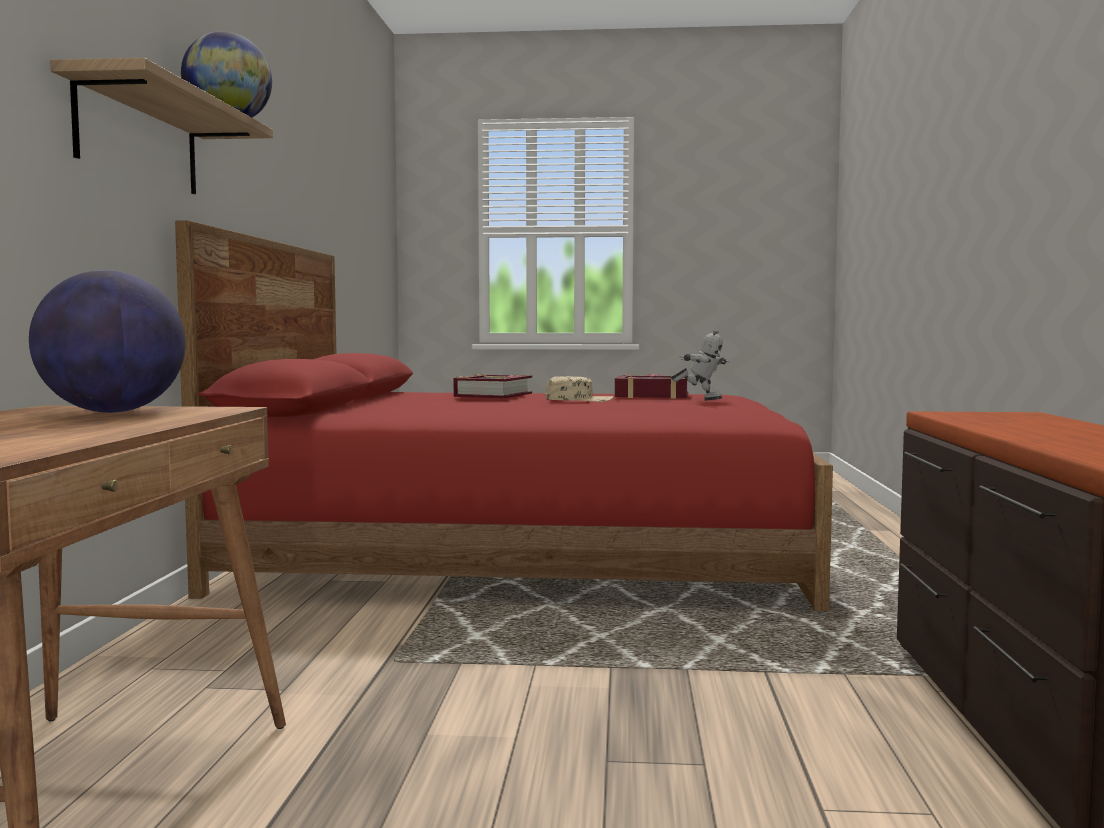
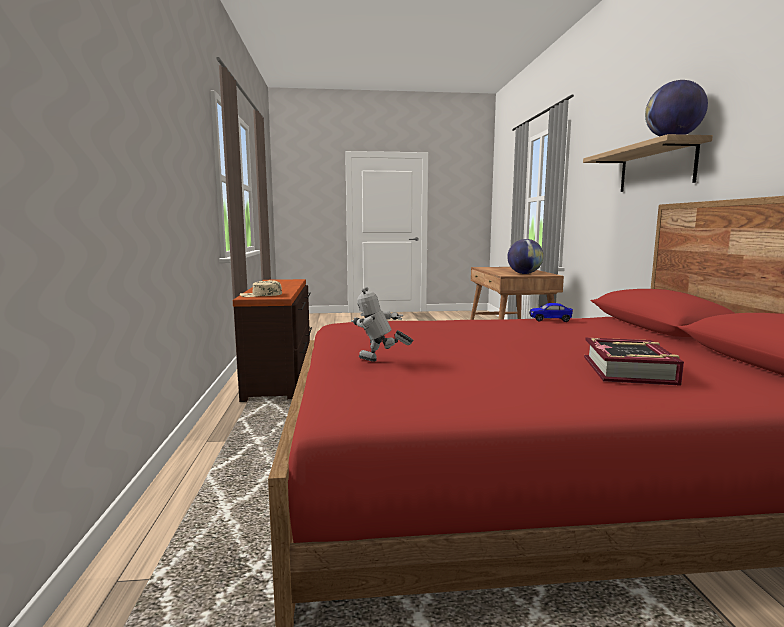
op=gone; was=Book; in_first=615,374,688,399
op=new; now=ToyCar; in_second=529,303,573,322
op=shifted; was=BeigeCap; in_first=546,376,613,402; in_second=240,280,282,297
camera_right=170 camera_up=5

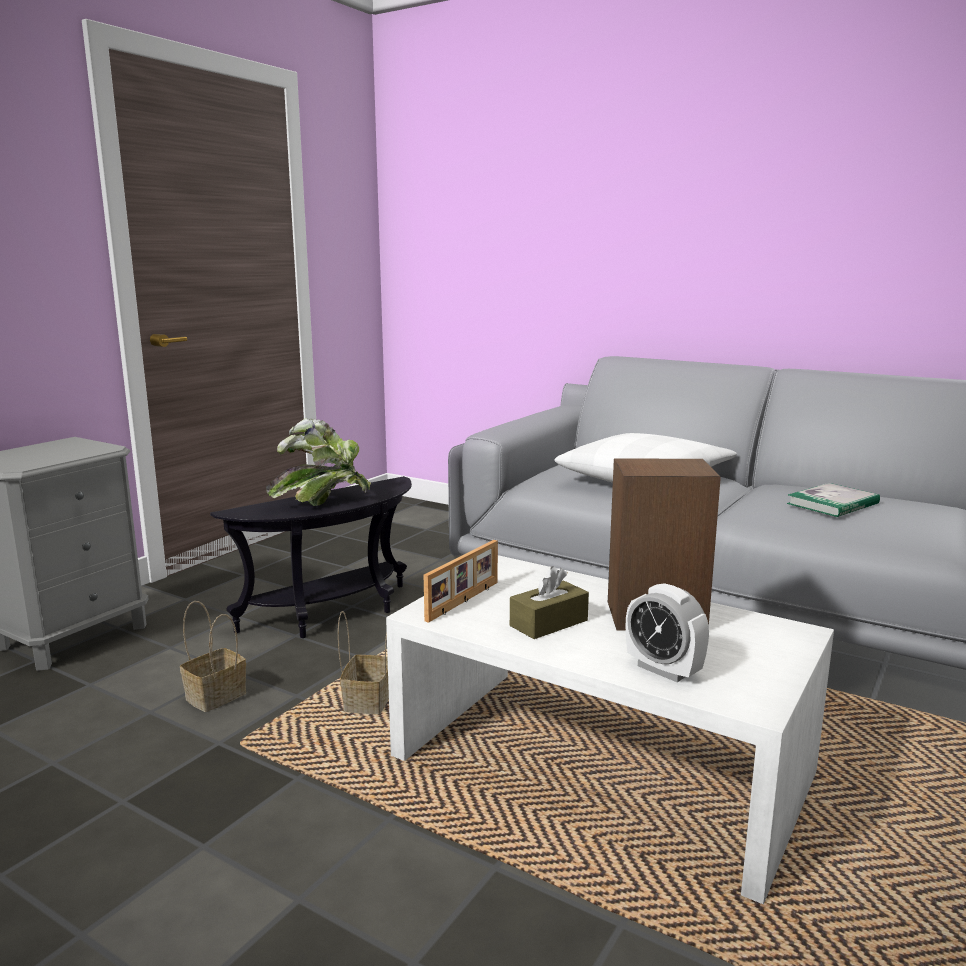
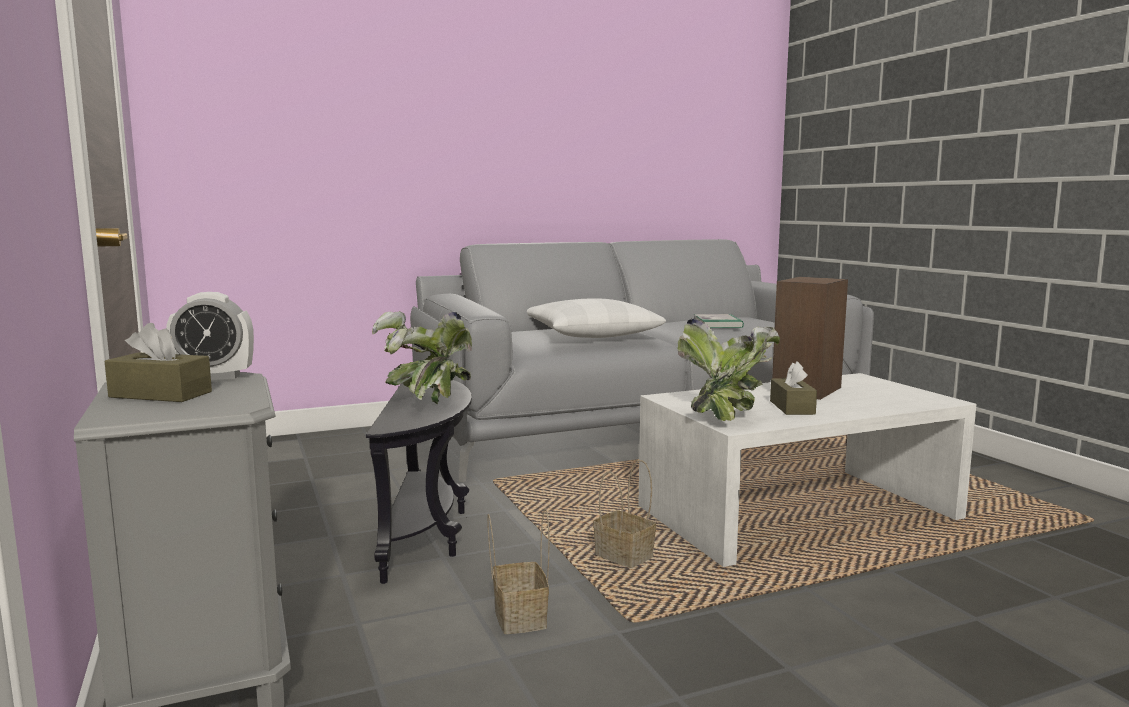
op=new; now=BrownTissueBox; in_second=104,323,212,402
op=shifted; was=AlarmClock; in_first=626,583,709,682; in_second=166,292,254,380
op=swapped; was=PictureFrame; now=PottedPlant; in_first=424,540,498,623; in_second=678,319,780,421
camera_right=-55 camera_up=-5

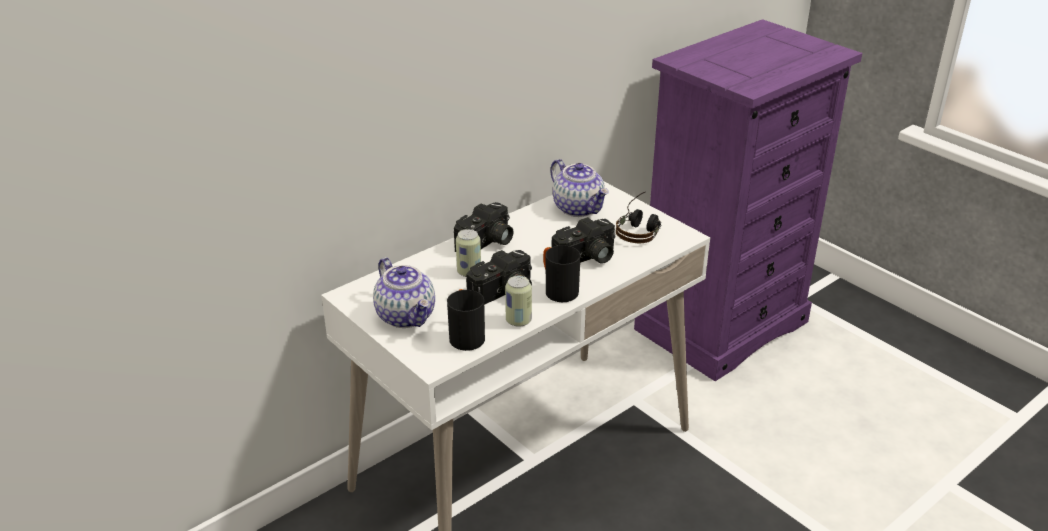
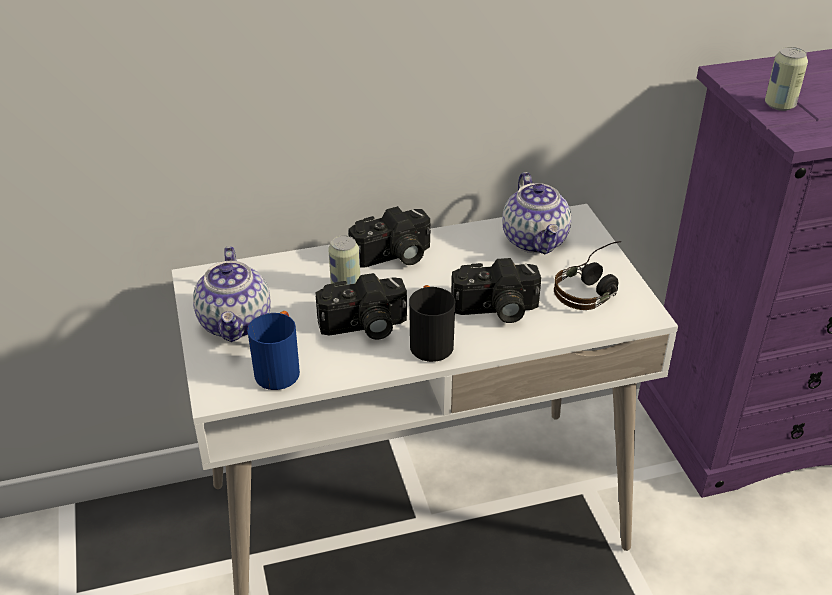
op=shifted; was=Can; in_first=505,276,532,327; in_second=765,47,808,111
op=repainted; was=BlackMug; now=BlueMug; in_first=447,289,485,351; in_second=247,311,300,390
camera_right=25 camera_up=5

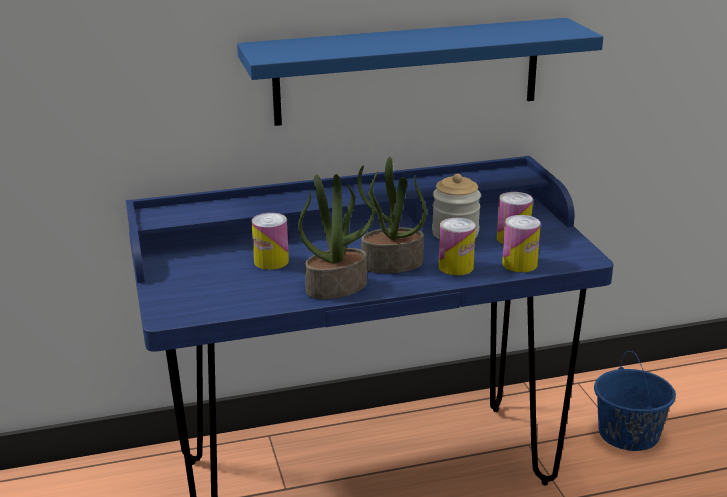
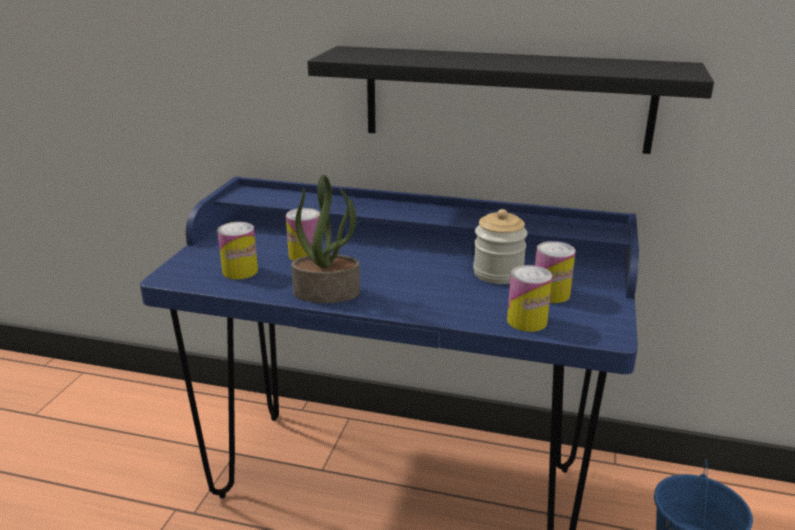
op=gone; was=PottedPlant; in_first=357,157,427,274
op=shifted; was=Can; in_first=439,218,476,276; in_second=217,222,258,279
op=repainted; was=BlueShelf; now=BlackShelf; in_first=237,18,603,126; in_second=307,46,714,154
camera_right=30 camera_up=0

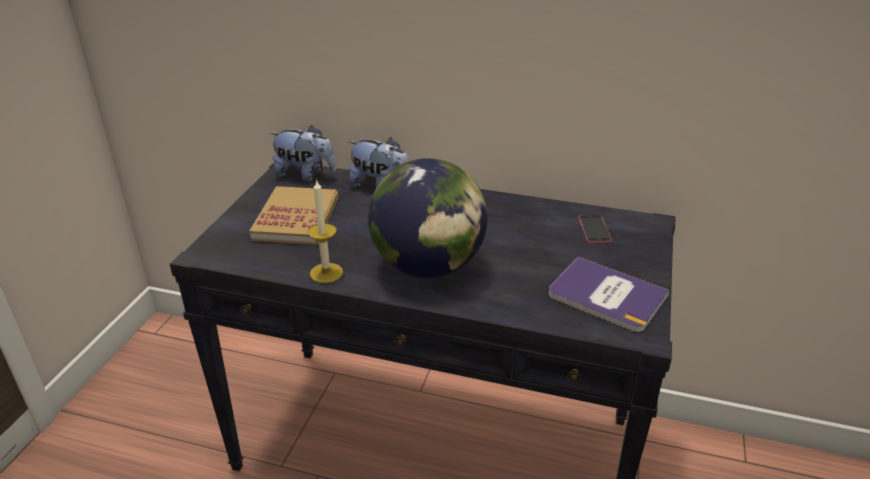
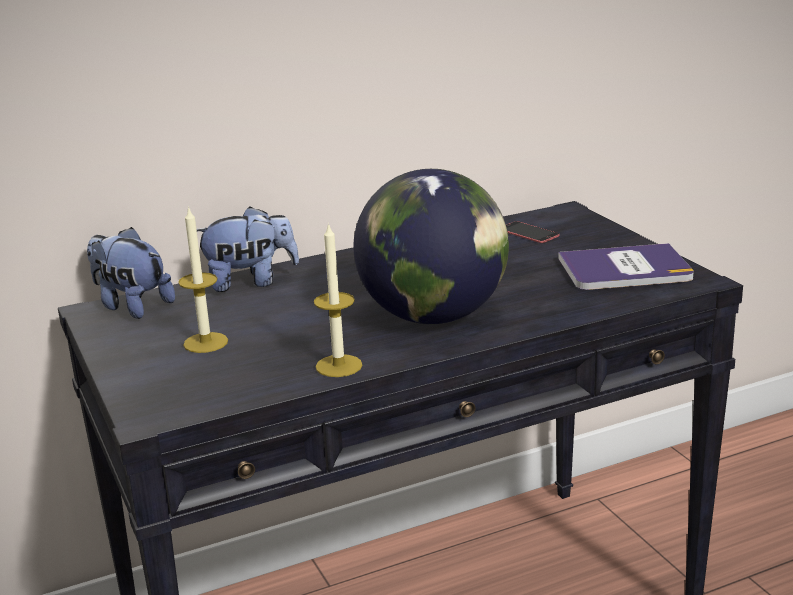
op=swapped; was=Book; now=Candle; in_first=249,186,339,245; in_second=178,206,228,353
op=rotated; was=PlushToy; in_first=270,125,336,181; in_second=87,227,175,319; clockwise=-120
camera_right=-40 camera_up=-10

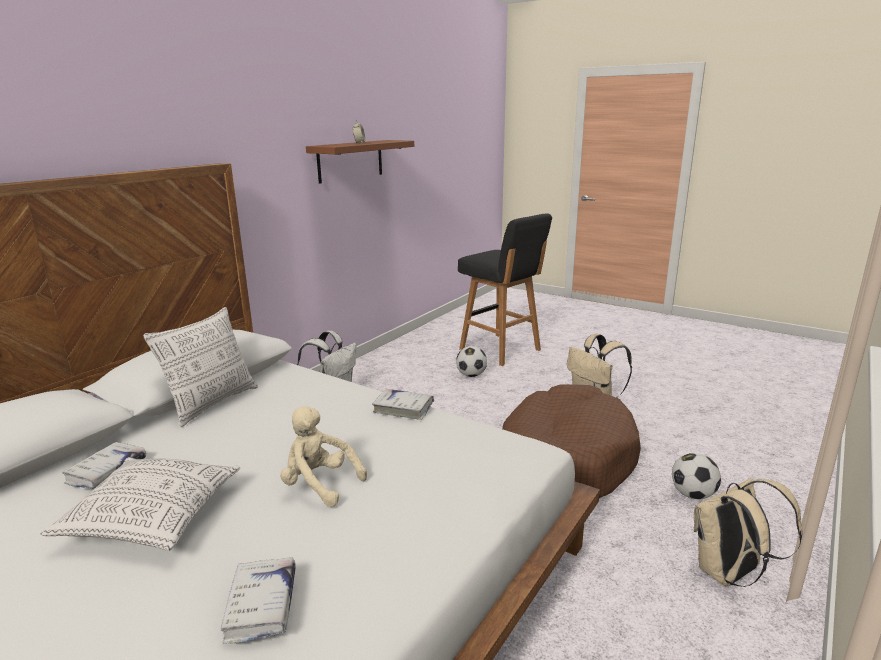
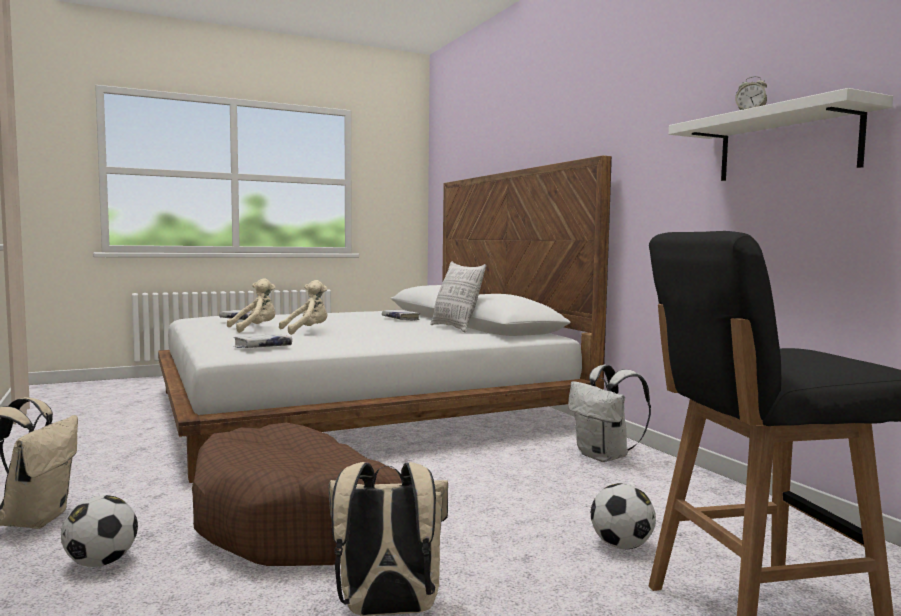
op=gone; was=Pillow; in_first=41,457,240,551
op=new; now=BeigePlushToy; in_second=227,278,276,333
op=shifted; was=WhiteBook; in_first=372,389,434,420; in_second=234,334,292,348
op=repainted; was=BrownShelf; now=WhiteShelf; in_first=306,140,414,184; in_second=669,88,893,181
camera_right=120 camera_up=-15

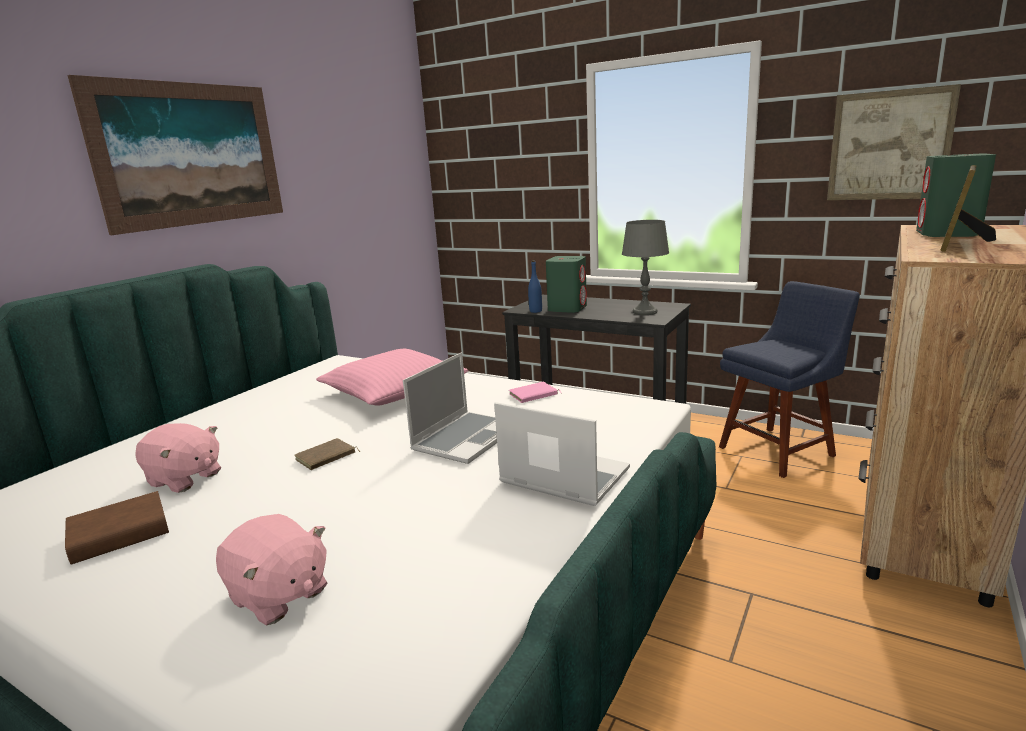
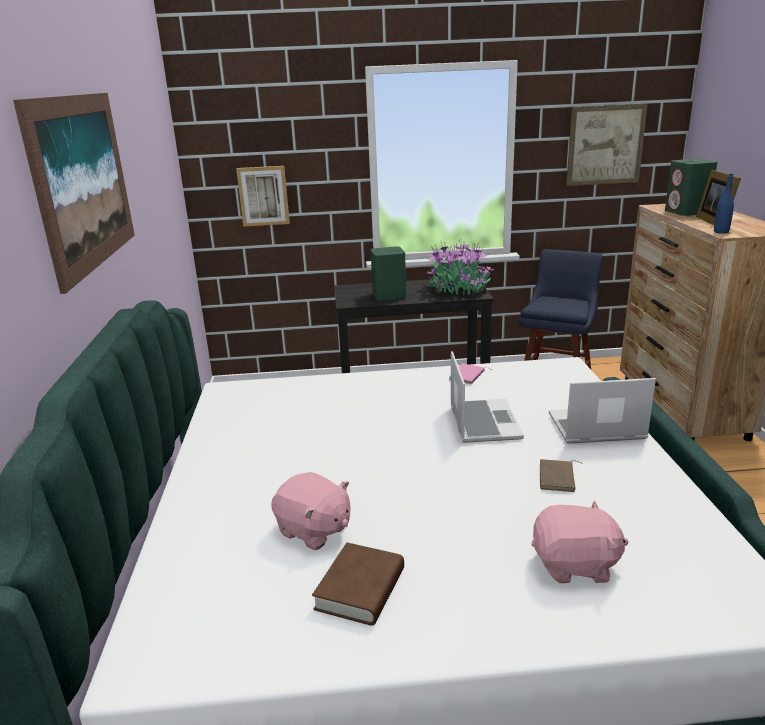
op=gone; was=PinkPillow; in_first=316,349,468,406
op=new; now=Picture; in_second=236,166,290,227
op=shifted; was=BrownBook; in_first=294,438,360,470; in_second=540,459,583,492
op=shifted; was=BlueBottle; in_first=528,260,542,313; in_second=714,174,734,234
op=swapped; was=GreyTableLamp; now=PottedPlant; in_first=622,220,669,315; in_second=427,238,494,296
op=rotated; was=PinkPlushToy; in_first=135,423,221,493; in_second=271,472,350,550; clockwise=45
camera_right=-35 camera_up=5

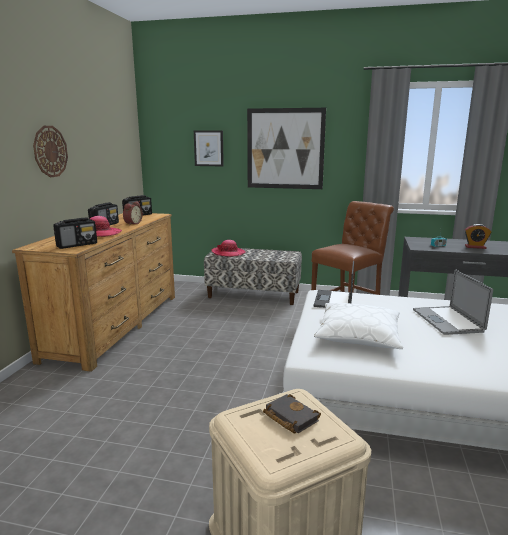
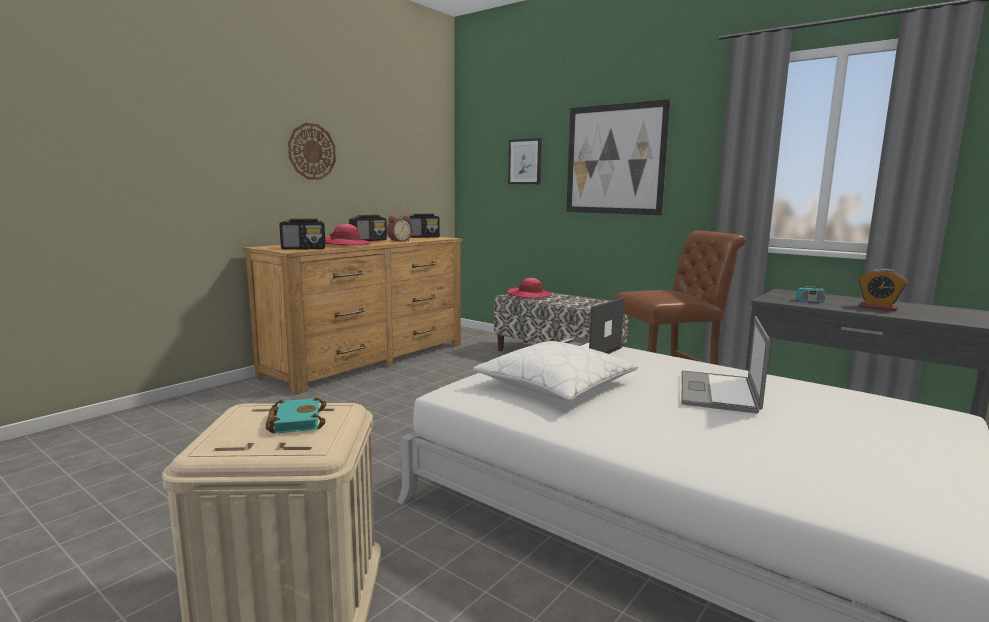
op=repainted; was=BlackBook; now=TurquoiseBook; in_first=263,394,321,434; in_second=266,397,326,433
camera_right=25 camera_up=-5

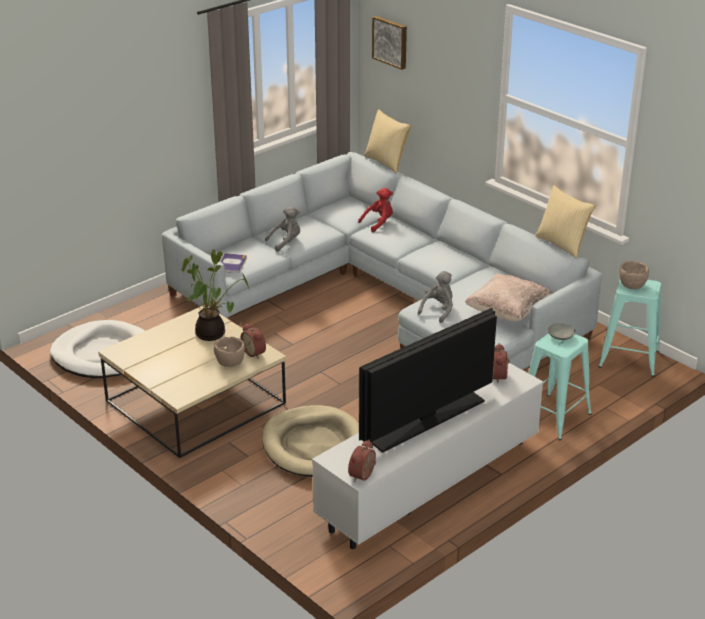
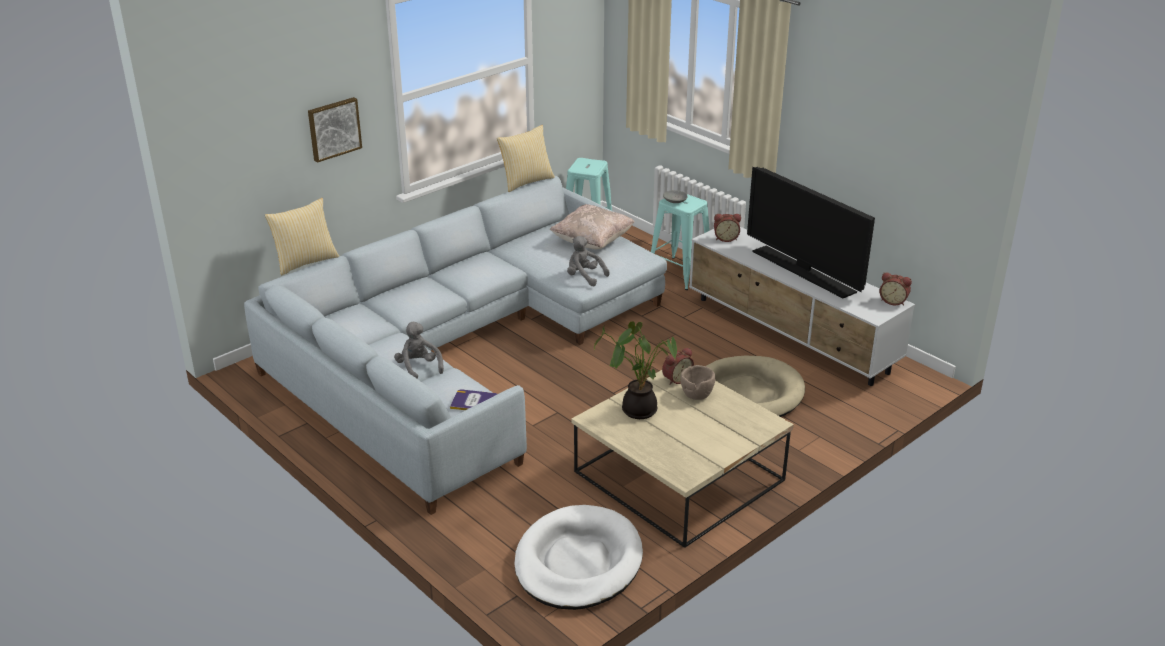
op=gone; was=RedPlushToy; in_first=358,188,393,232
op=gone; was=BrownBowl; in_first=619,261,649,289
op=shifted; was=Picture; in_first=372,16,407,70; in_second=308,97,362,163
camera_right=-90 camera_up=0

